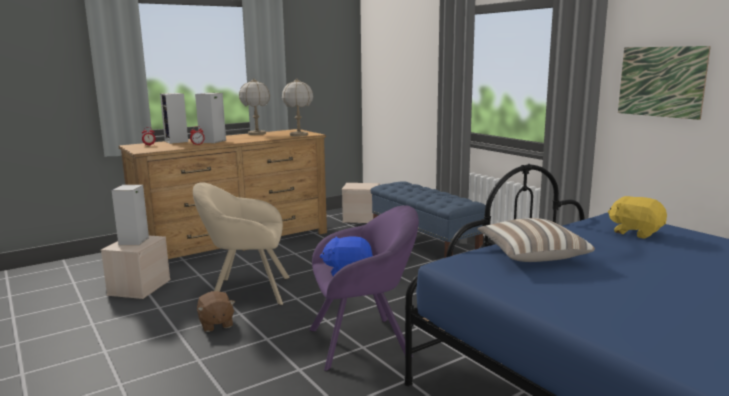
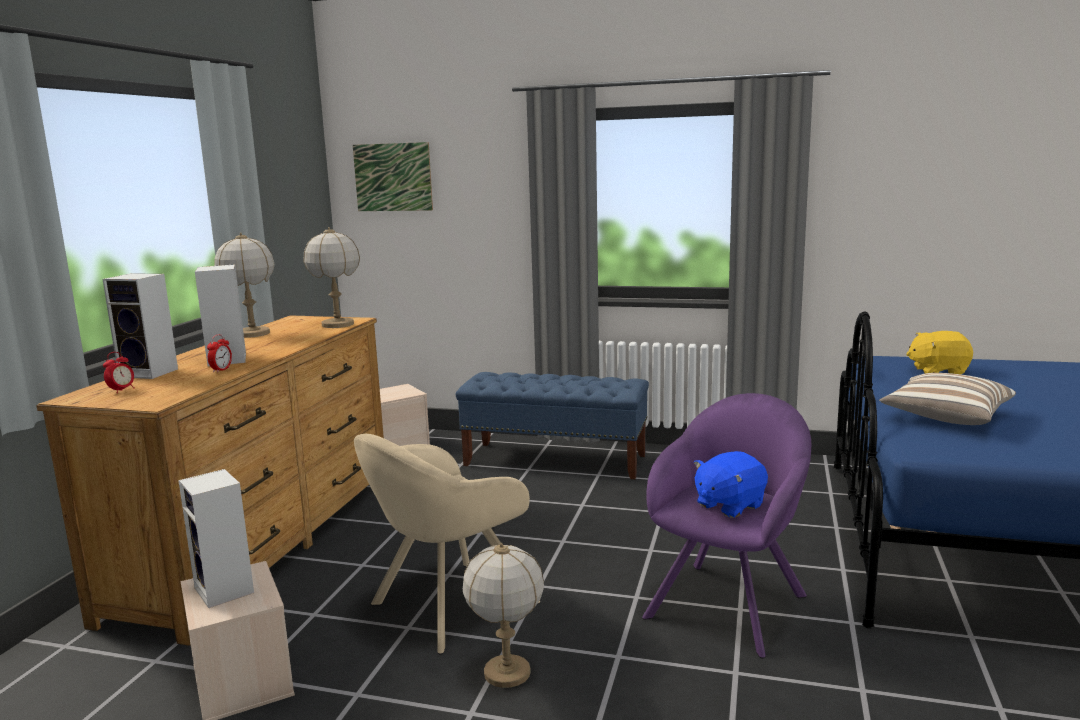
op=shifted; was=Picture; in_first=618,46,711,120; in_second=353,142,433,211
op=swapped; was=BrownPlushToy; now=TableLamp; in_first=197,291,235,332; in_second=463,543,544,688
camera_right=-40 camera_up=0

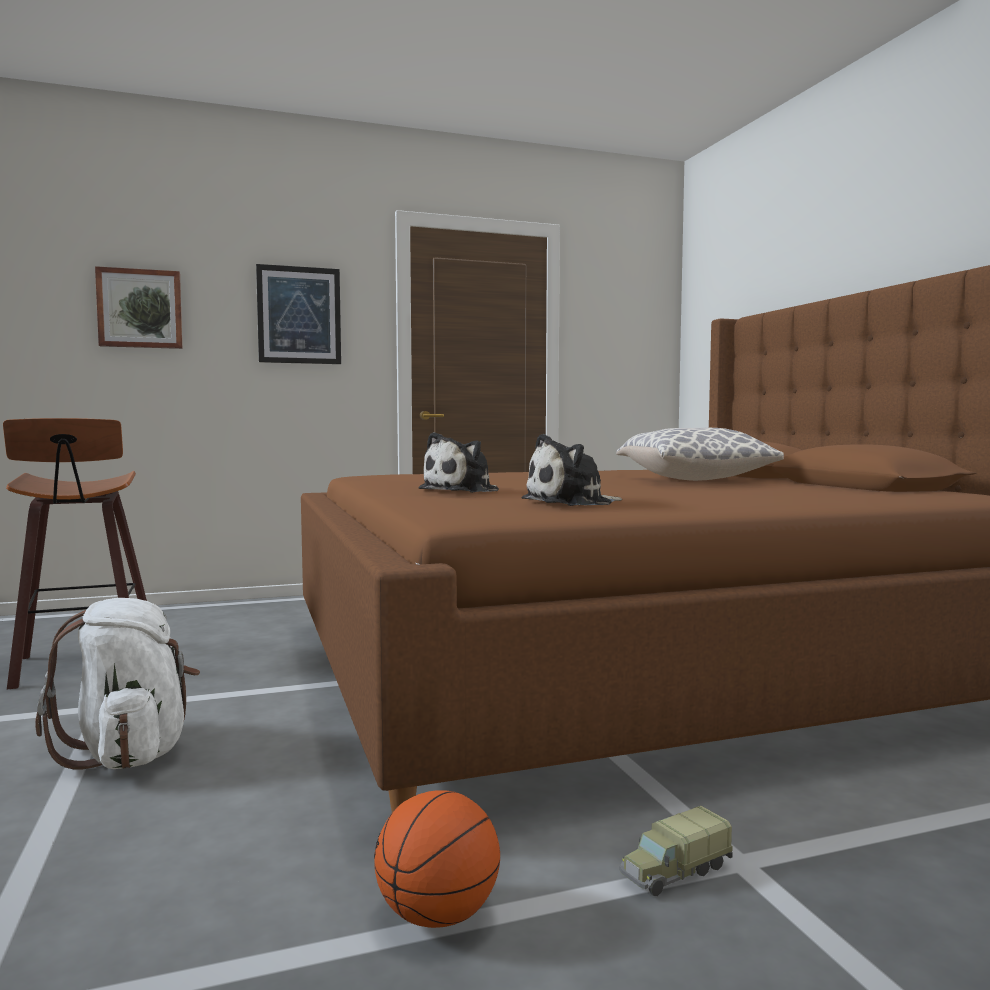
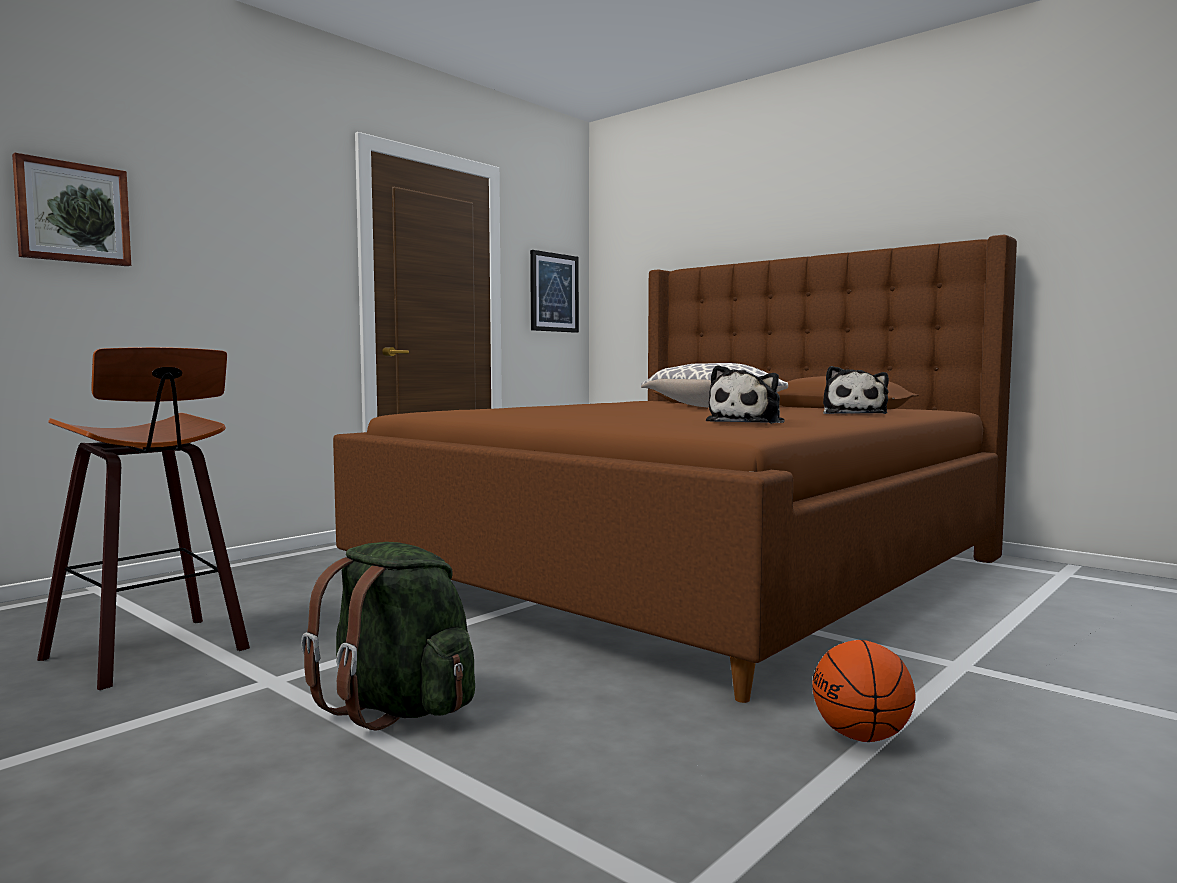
op=gone; was=ToyTruck; in_first=619,806,733,896
op=shifted; was=Picture; in_first=256,264,341,364; in_second=530,250,579,333
op=shifted; was=PlushToy; in_first=418,432,499,493; in_second=823,366,889,414
op=repainted; was=WhiteBackpack; now=GreenBackpack; in_first=35,598,200,770; in_second=301,542,475,730
camera_right=-30 camera_up=0

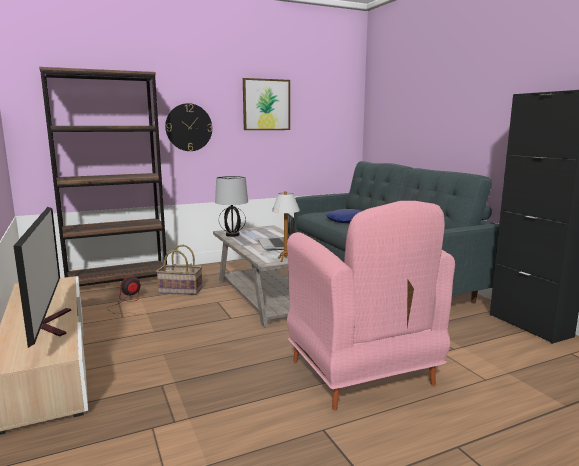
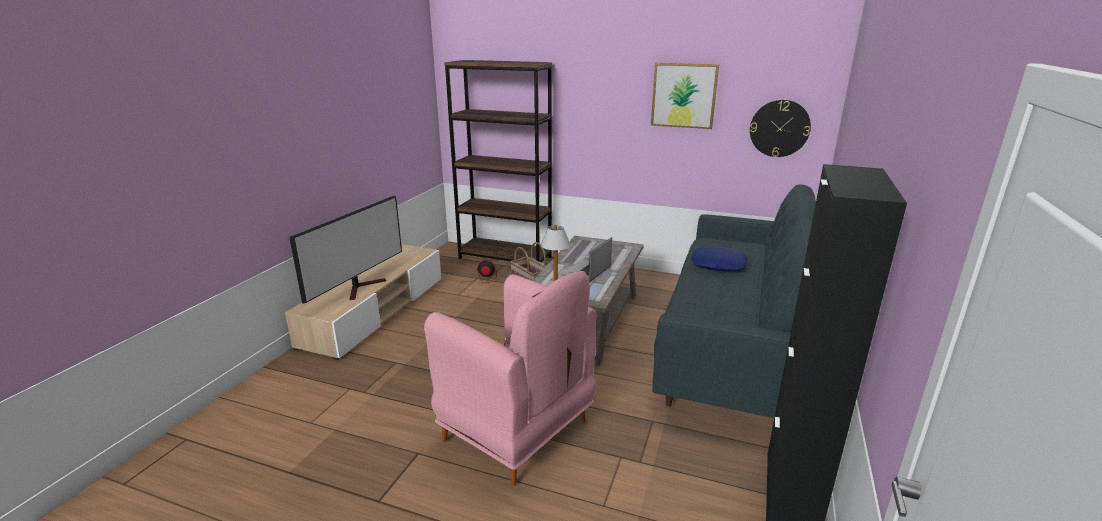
op=gone; was=TableLamp; in_first=215,176,248,237
op=shifted; was=WallClock; in_first=165,103,212,151; in_second=750,100,811,157
op=rotated; was=PinkArmchair; in_first=287,201,455,410; in_second=424,271,596,486; clockwise=-75
camera_right=45 camera_up=10

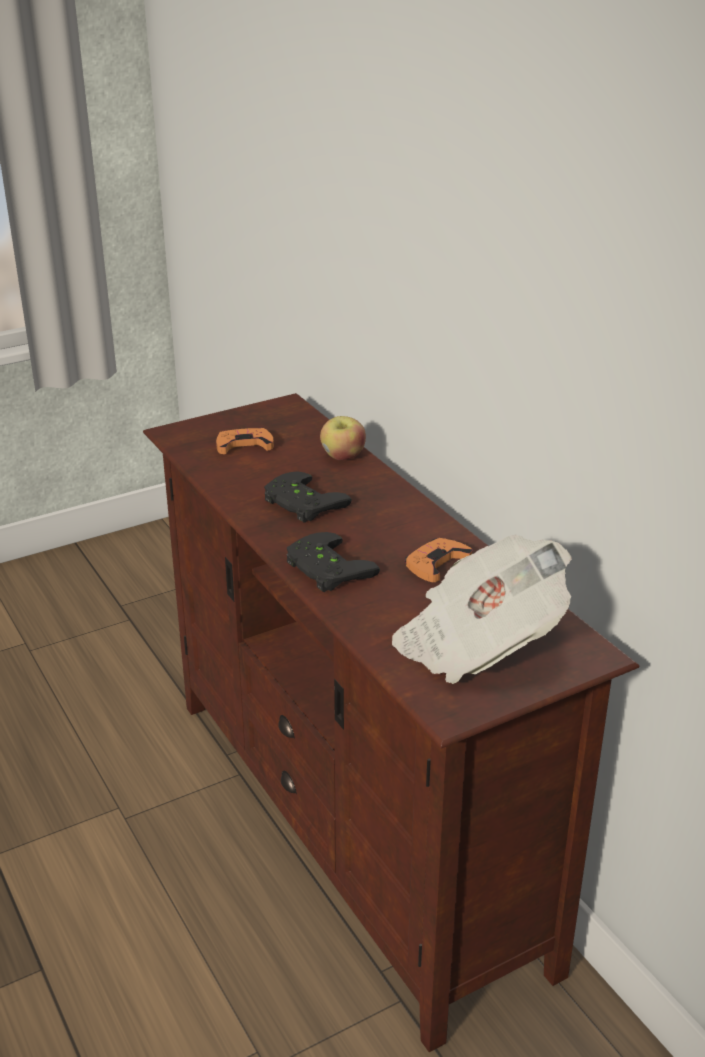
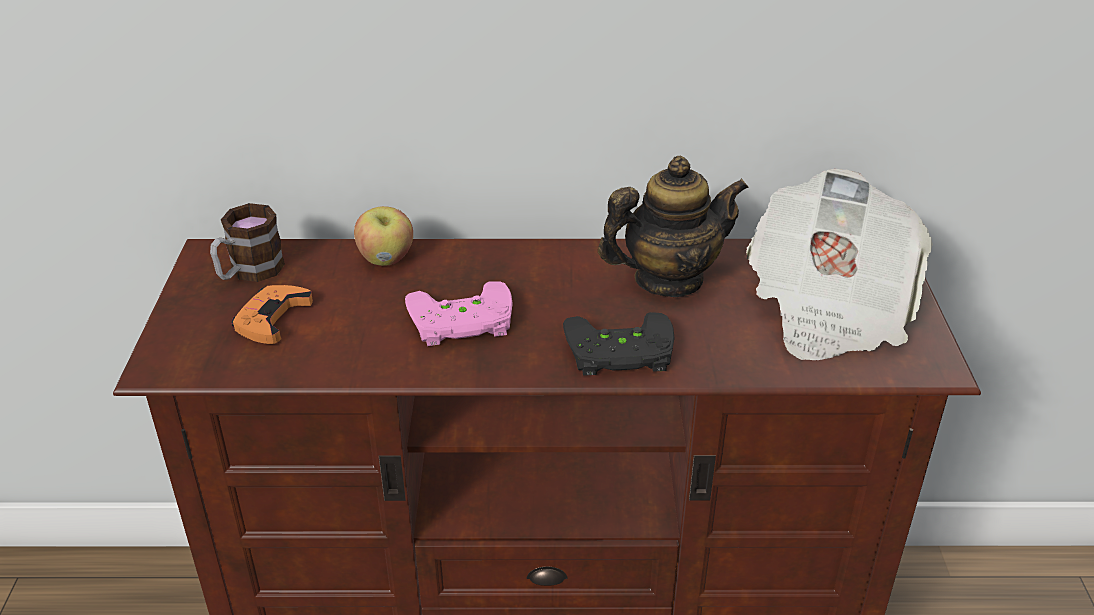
op=new; now=Mug; in_second=210,203,285,282
op=swapped; was=OrangeGameController; now=Teapot; in_first=405,538,472,582; in_second=598,156,749,297
op=repainted; was=BlackGameController; now=PinkGameController; in_first=264,472,352,523; in_second=405,281,513,346
camera_right=-60 camera_up=5

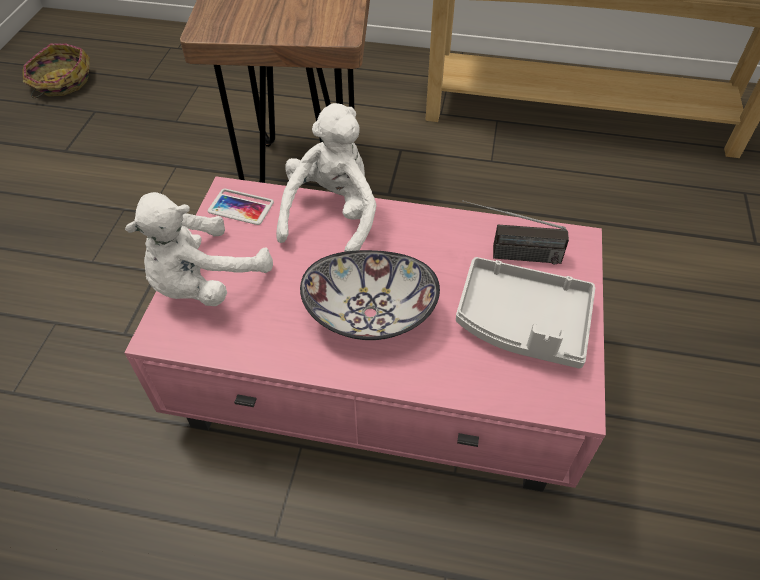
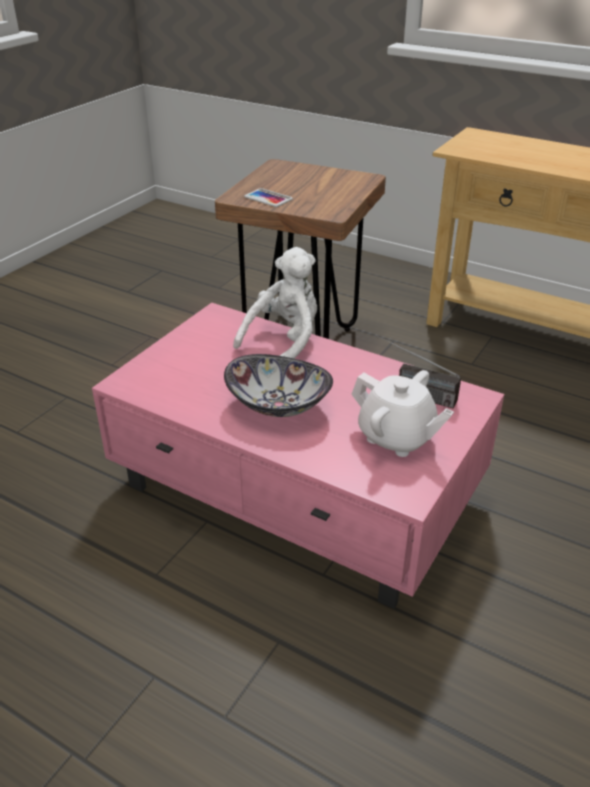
op=gone; was=Basket; in_first=22,43,90,98
op=gone; was=WhitePlushToy; in_first=125,192,273,306
op=shifted; was=Phone; in_first=208,188,274,225; in_second=244,188,293,207
op=swapped; was=GreyTray; now=WhiteTeapot; in_first=456,257,595,369; in_second=351,370,454,457
camera_right=20 camera_up=-15

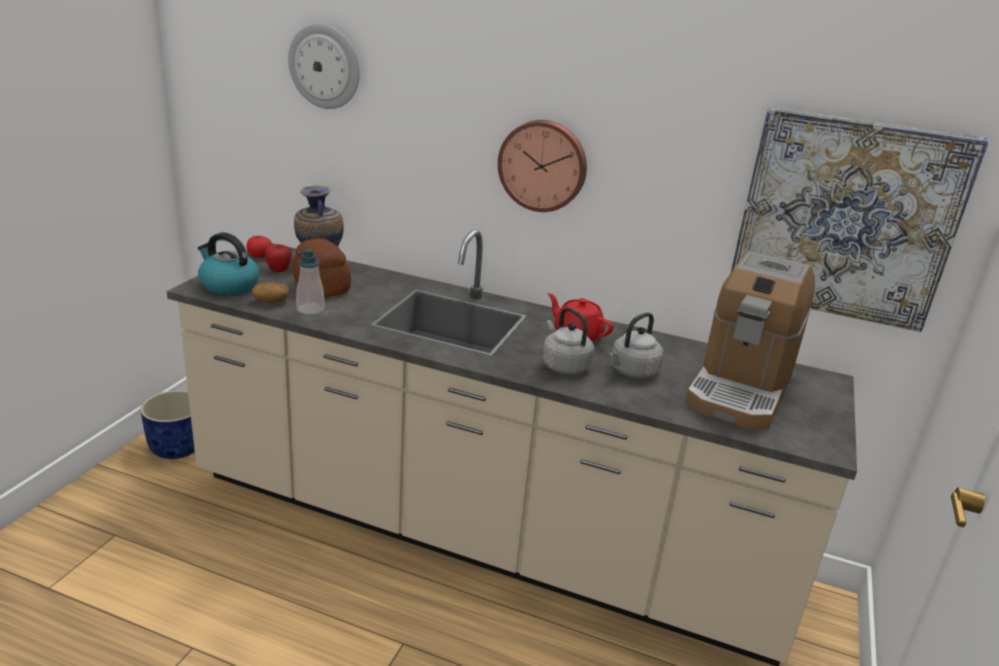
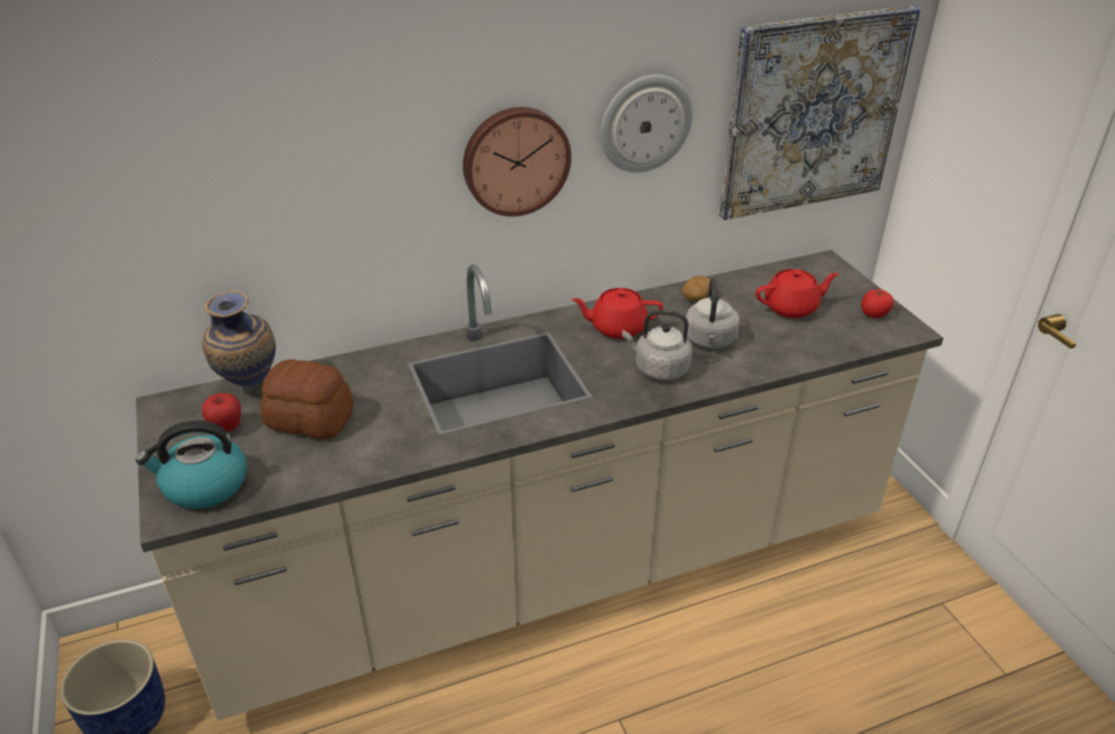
op=gone; was=SoapDispenser; in_first=296,249,324,315
op=shifted; was=Tomato; in_first=246,236,273,258; in_second=861,289,894,318
op=shifted; was=Potato; in_first=252,282,289,303; in_second=682,275,710,301
op=shifted; was=WallClock; in_first=288,24,360,109; in_second=600,75,693,173
op=swapped; was=CoffeeMachine; now=RedTeapot; in_first=685,251,815,429; in_second=755,269,839,318
camera_right=-40 camera_up=10

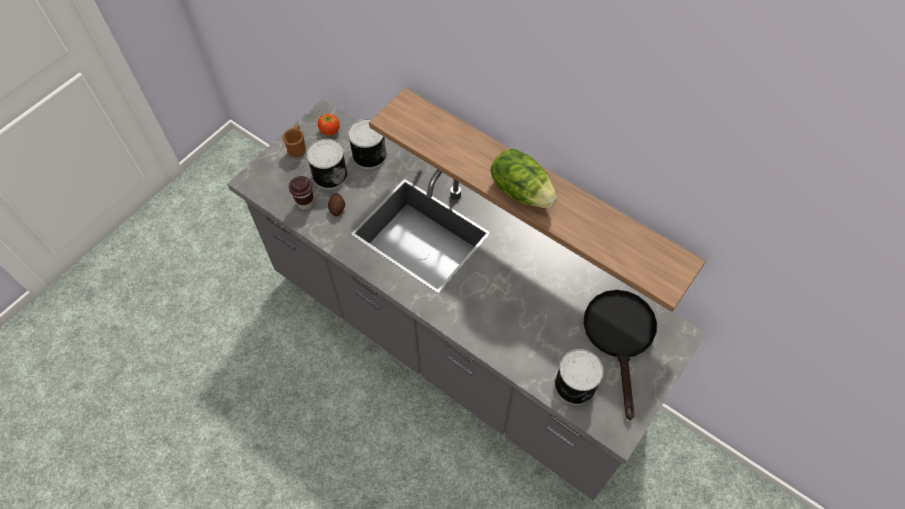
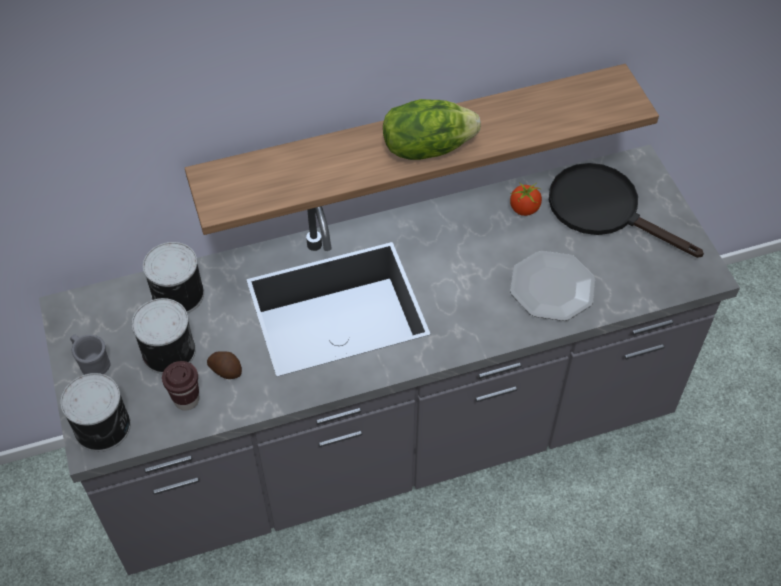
op=new; now=Plate; in_second=510,251,595,321
op=shifted; was=Tomato; in_first=315,112,340,136; in_second=510,182,542,216
op=shifted; was=Can; in_first=554,349,604,405; in_second=60,373,131,452
op=repainted; was=BrownMug; now=GreyMug; in_first=282,125,306,157; in_second=70,334,111,375
camera_right=-55 camera_up=-5

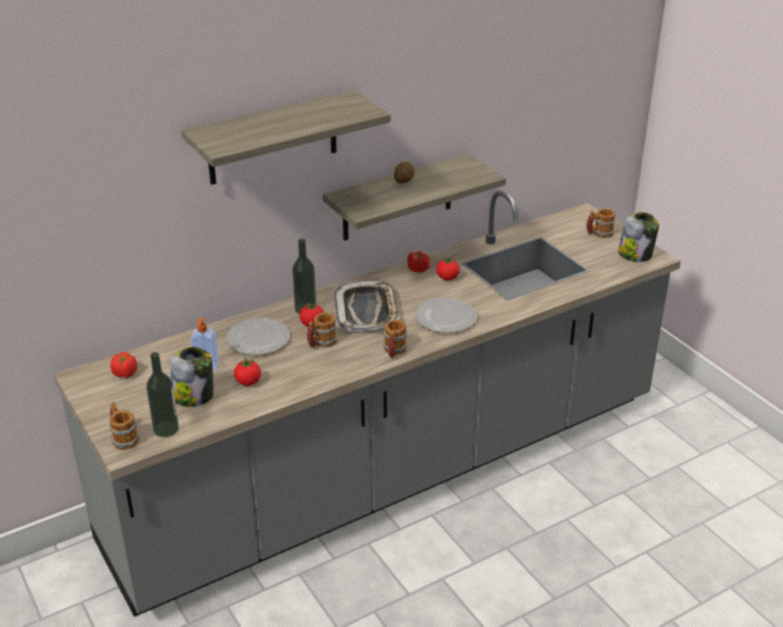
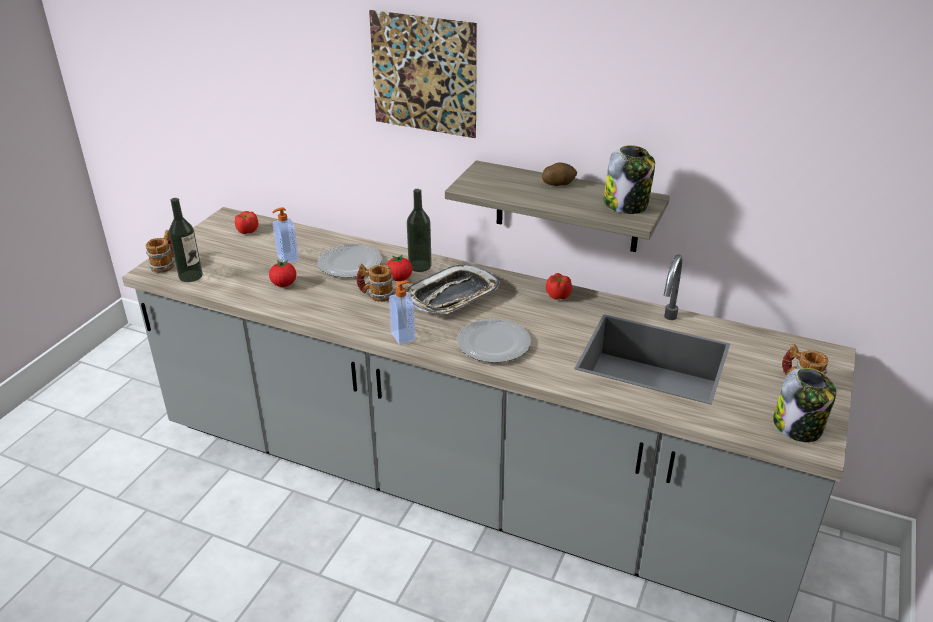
op=gone; was=Tomato; in_first=436,257,460,280
op=shifted; was=Jar; in_first=171,347,213,407; in_second=604,145,655,214
op=swapped; was=Shelf; now=Picture; in_first=181,90,391,185; in_second=369,10,477,138
op=swapped; was=Mug; now=SoapDispenser; in_first=383,320,407,358; in_second=389,280,416,345
camera_right=55 camera_up=0

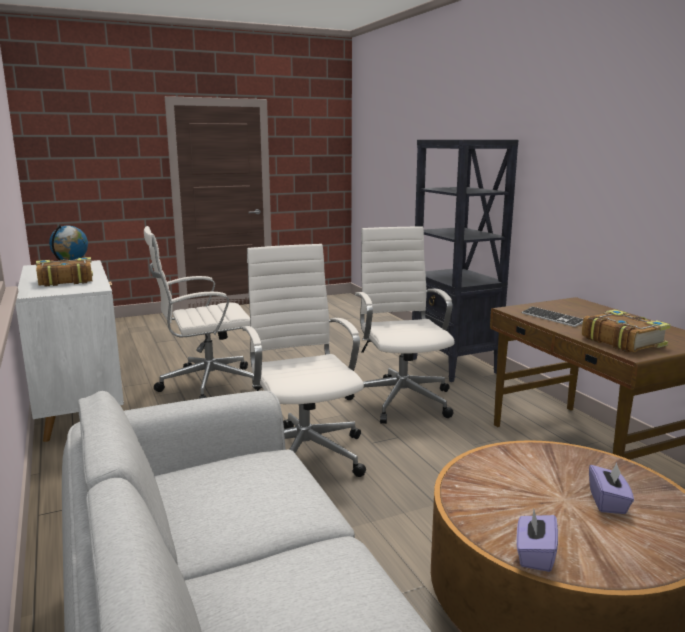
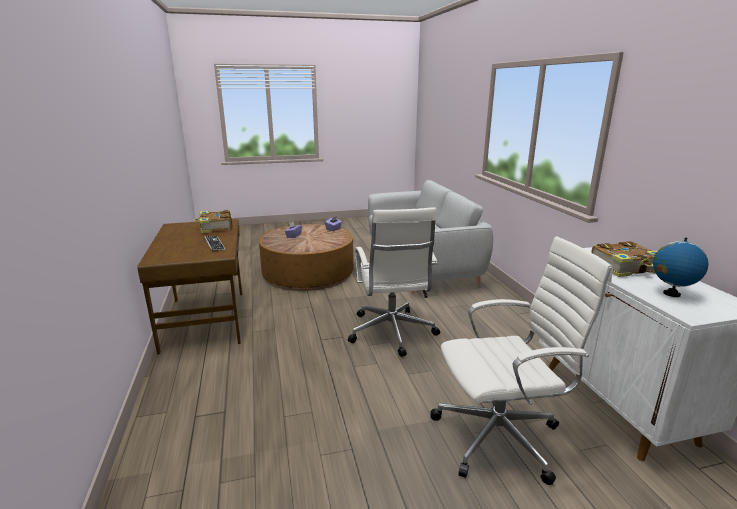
op=gone; was=WhiteOfficeChair; in_first=345,226,455,424
op=gone; was=BlackBookcase; in_first=412,140,518,382
camera_right=-170 camera_up=5

